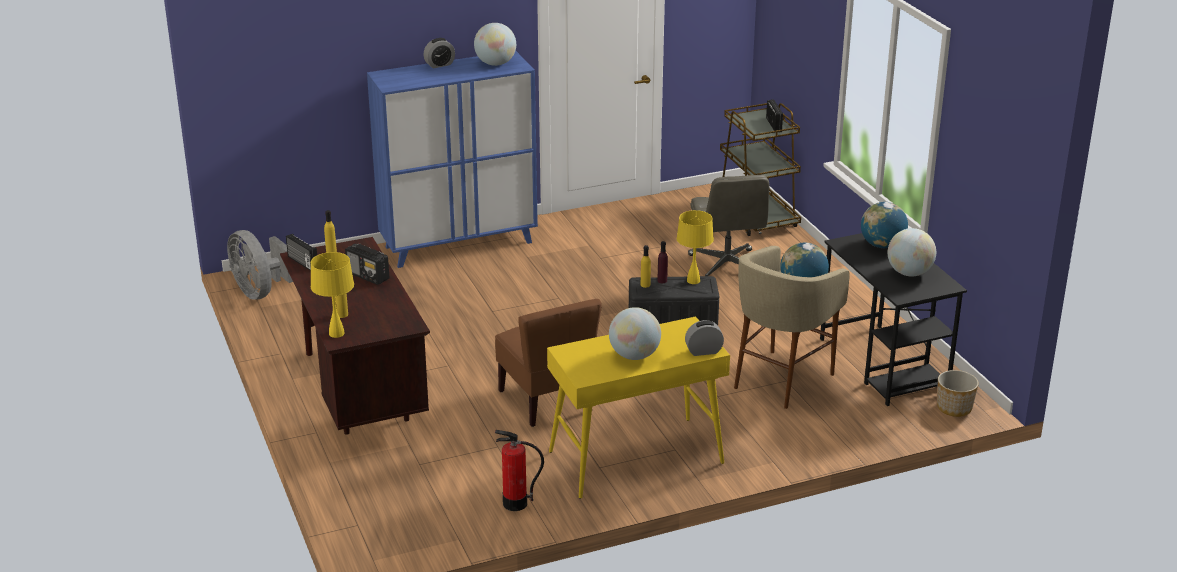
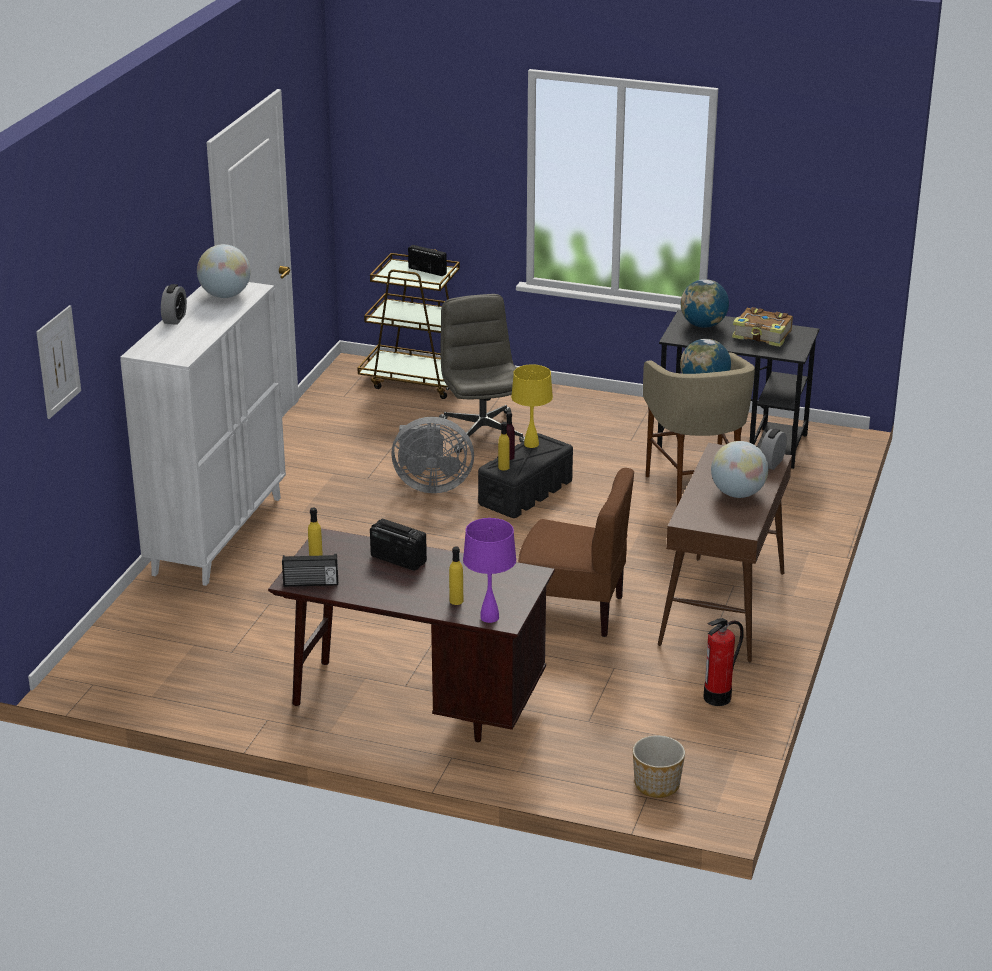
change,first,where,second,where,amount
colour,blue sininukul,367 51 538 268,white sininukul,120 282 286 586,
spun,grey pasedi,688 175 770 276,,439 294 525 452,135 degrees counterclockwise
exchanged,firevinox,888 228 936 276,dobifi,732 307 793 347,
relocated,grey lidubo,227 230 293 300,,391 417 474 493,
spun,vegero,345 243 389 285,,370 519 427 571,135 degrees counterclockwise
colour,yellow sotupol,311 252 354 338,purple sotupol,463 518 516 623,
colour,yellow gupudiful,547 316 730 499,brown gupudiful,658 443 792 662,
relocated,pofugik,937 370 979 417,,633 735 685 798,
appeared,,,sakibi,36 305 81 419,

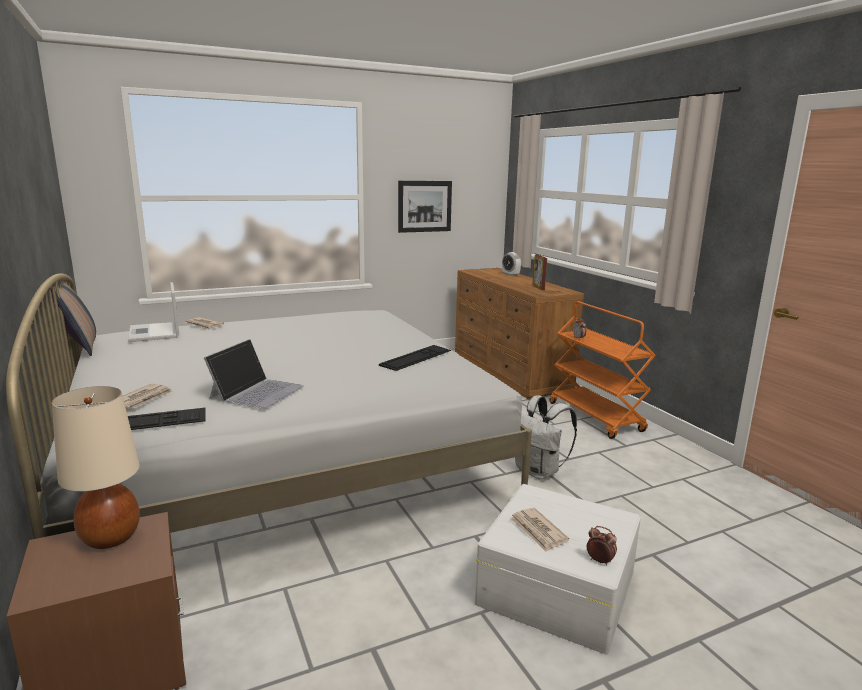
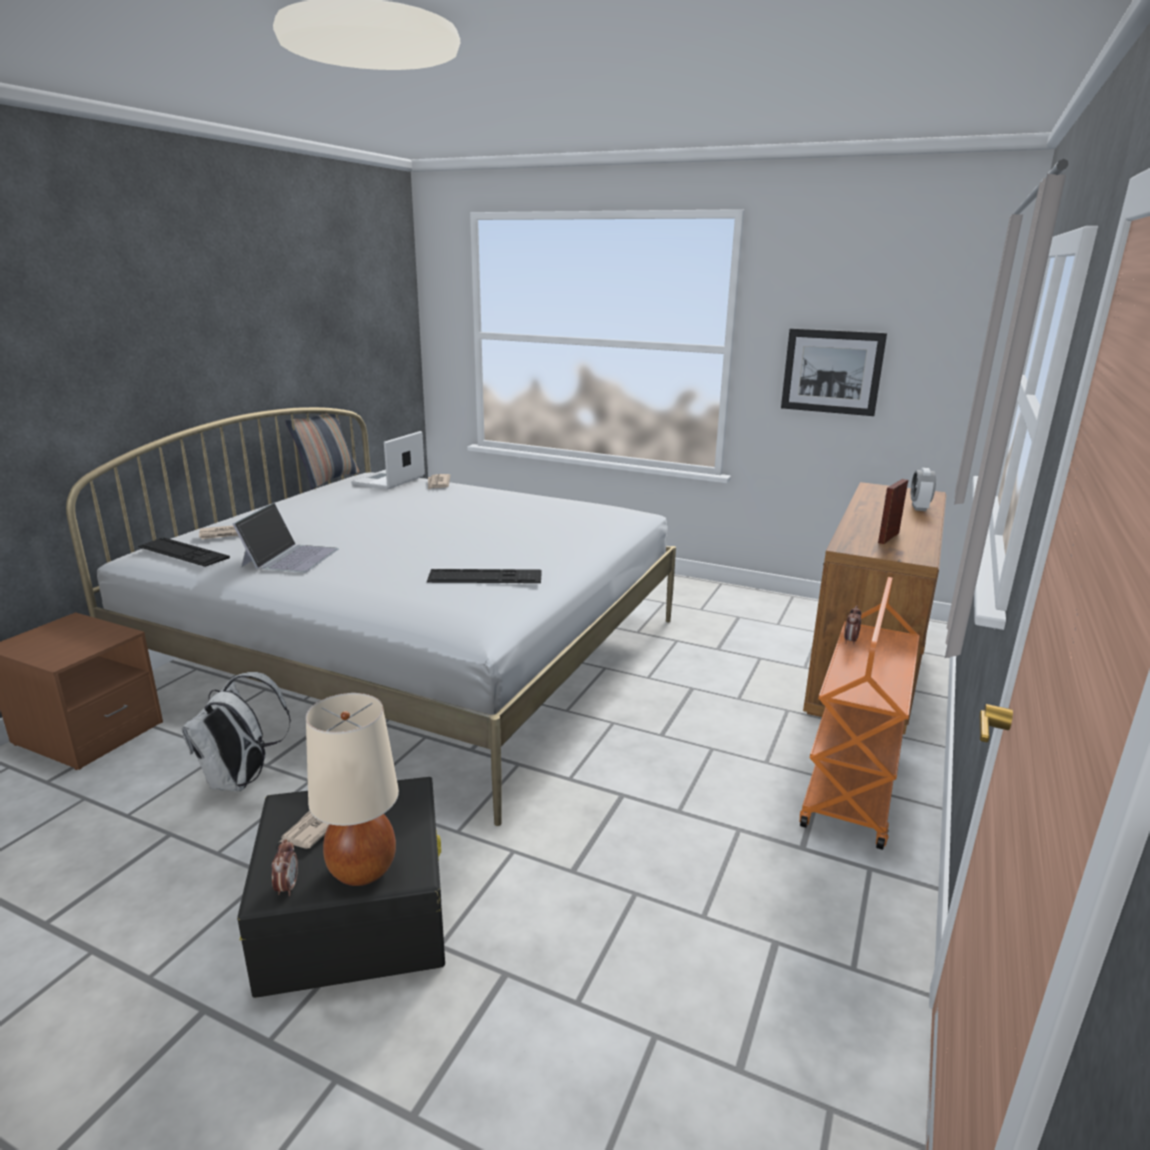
change,first,where,second,where,amount
spun,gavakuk,204 339 304 409,,233 503 339 573,60 degrees counterclockwise
relocated,beige sotupol,52 386 140 549,,306 693 399 886,
relocated,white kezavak,515 395 577 480,,181 672 291 792,
colour,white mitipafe,475 484 641 654,black mitipafe,237 777 445 998,

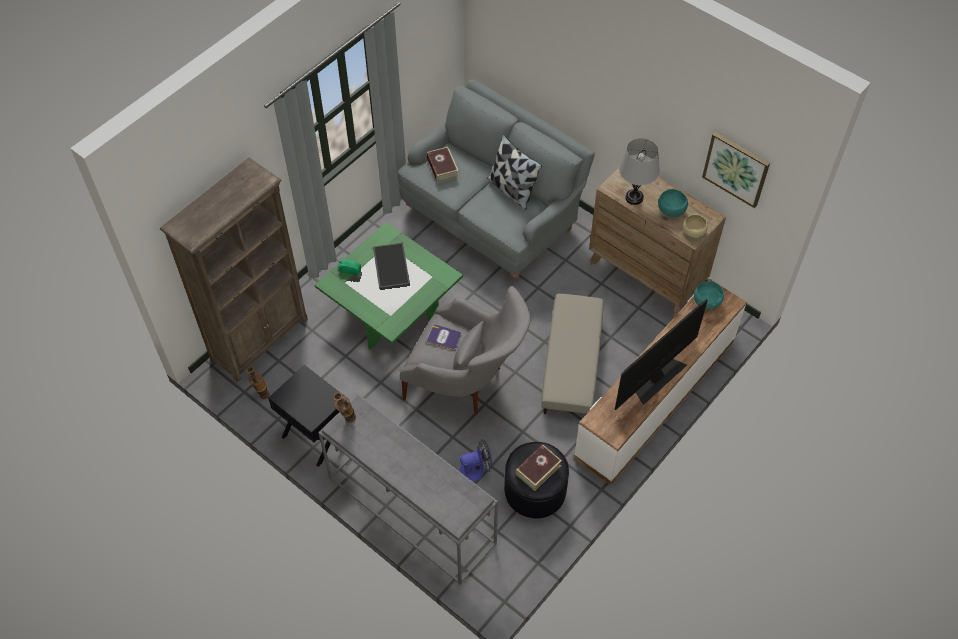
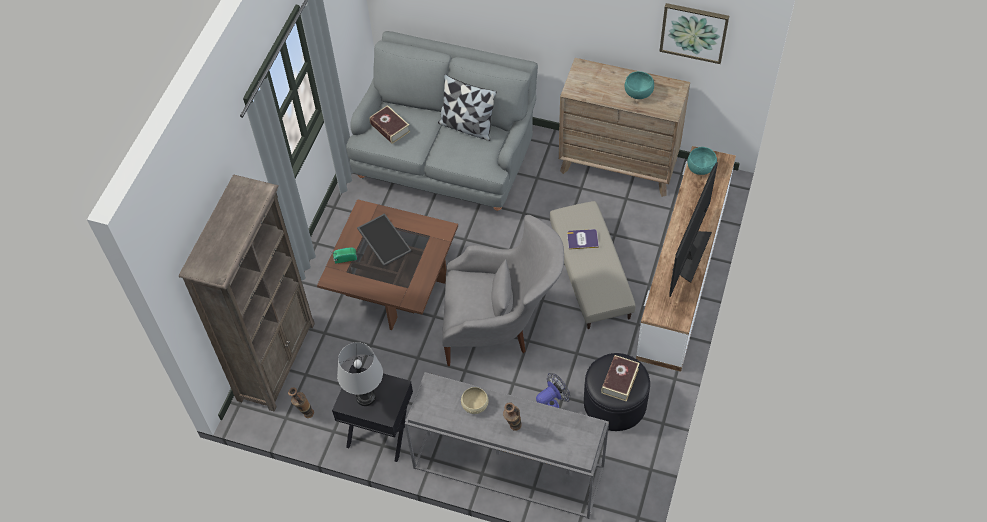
change,first,where,second,where,amount
relocated,grey sotupol,619 138 660 205,,337 342 383 406,
relocated,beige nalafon,683 215 708 237,,461 387 489 414,
colour,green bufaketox,315 222 463 350,brown bufaketox,317 199 458 330,
relocated,dobifi,426 325 461 351,,567 229 599 250,
relocated,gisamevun,333 392 356 423,,503 402 522 431,

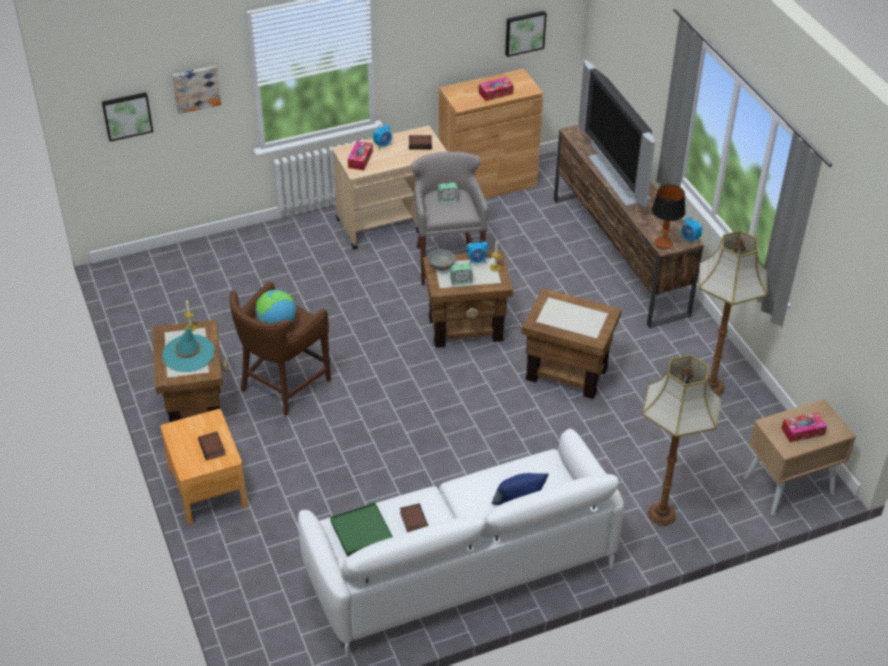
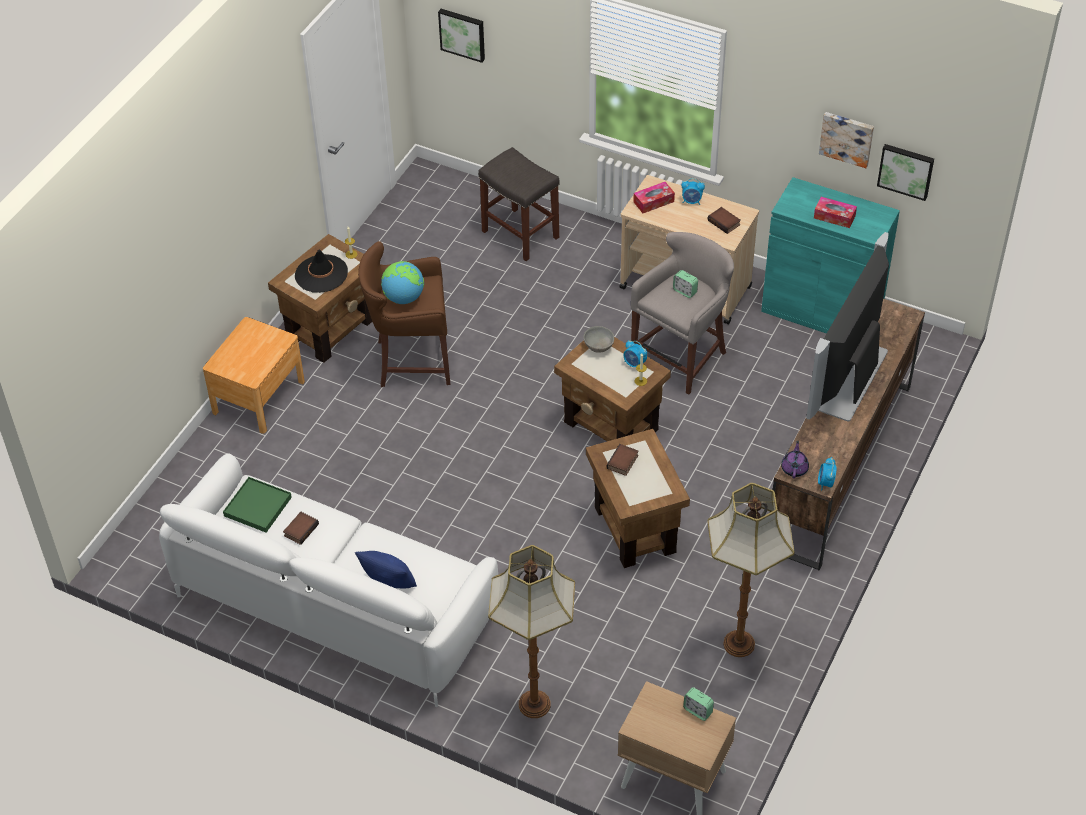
change,first,where,second,where,amount
relocated,sakibi,172 65 221 114,,819 112 874 168,
colour,brown sininukul,439 69 543 199,turquoise sininukul,761 177 900 334,
exchanged,sotupol,652 184 686 249,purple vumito,781 440 809 479,
relocated,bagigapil,450 263 472 285,,683 687 714 721,
colour,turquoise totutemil,162 328 215 372,black totutemil,295 249 348 293,
missing,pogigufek,782 412 827 442,,,
relocated,dobifi,198 432 226 460,,606 444 638 476,
appeared,,,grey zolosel,478 147 560 261,

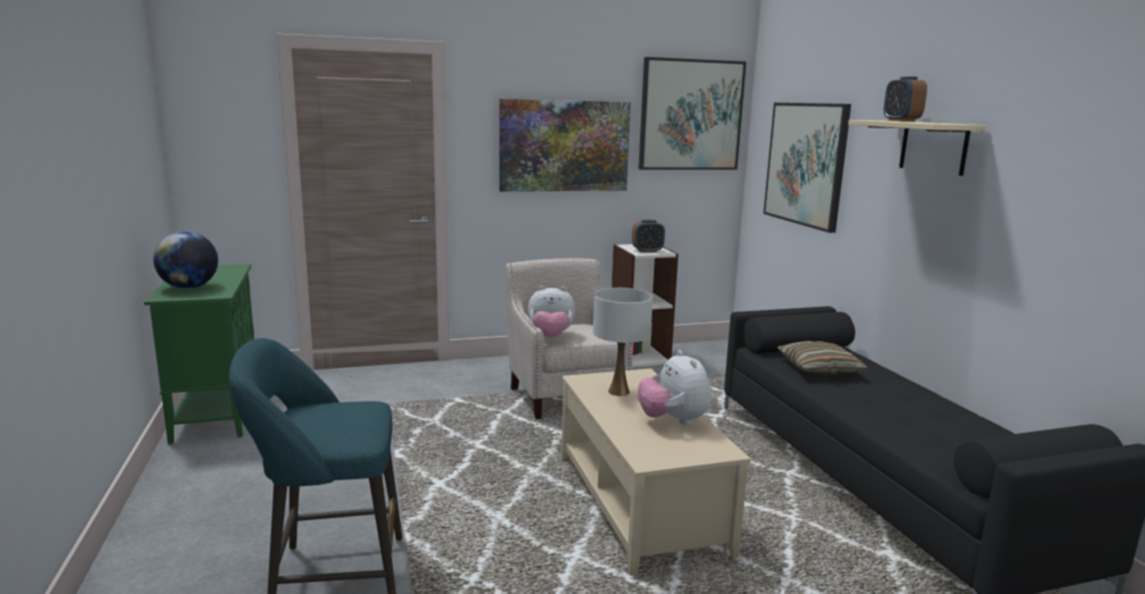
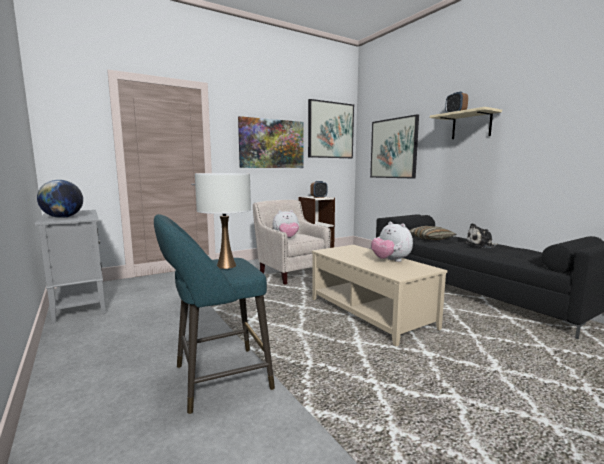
change,first,where,second,where,amount
colour,green sininukul,144 264 254 444,grey sininukul,35 210 106 324,
relocated,white sotupol,593 288 653 396,,195 173 251 269,
appeared,,,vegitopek,464 223 498 248,

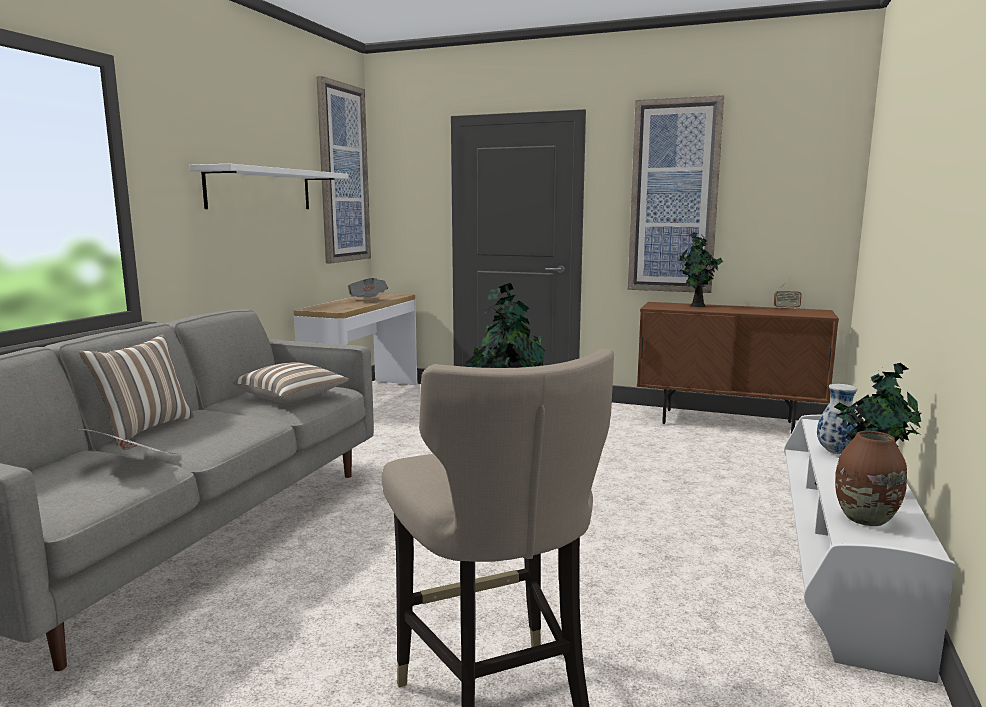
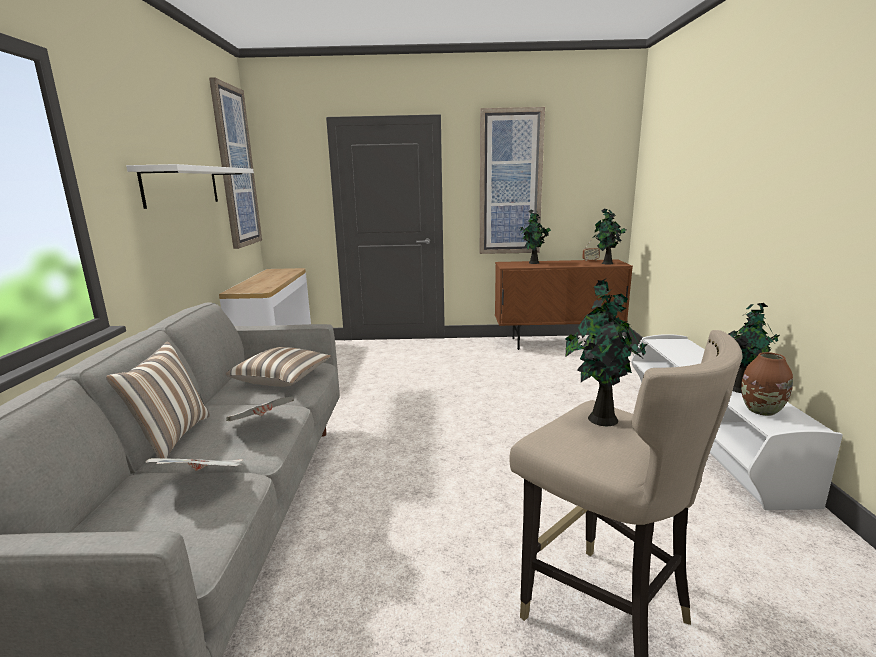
change,first,where,second,where,amount
relocated,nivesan,348 278 388 298,,226 397 294 422,
missing,gisamevun,817 384 858 454,,,
appeared,,,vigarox,593 209 626 265,

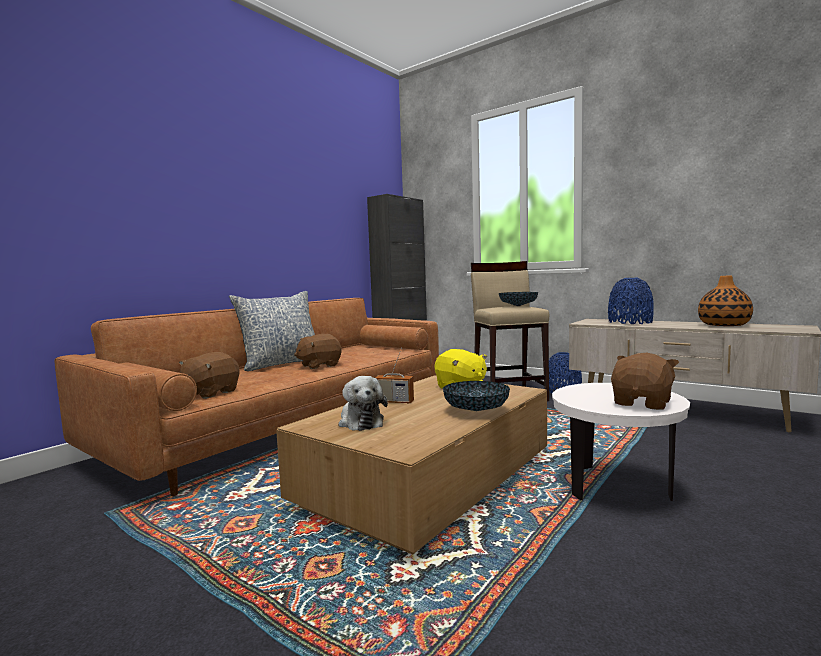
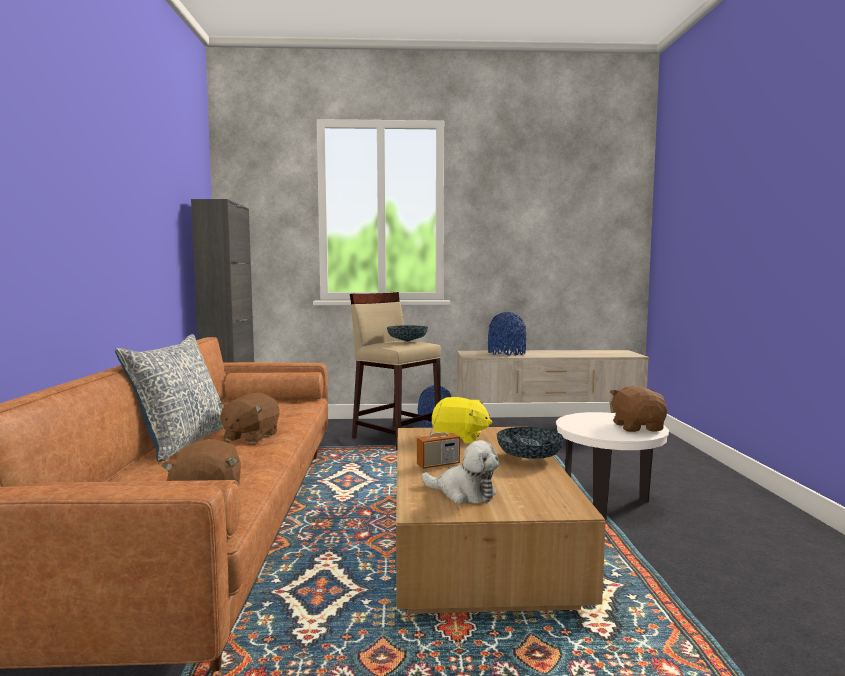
change,first,where,second,where,amount
missing,gisamevun,698 276 753 326,,,

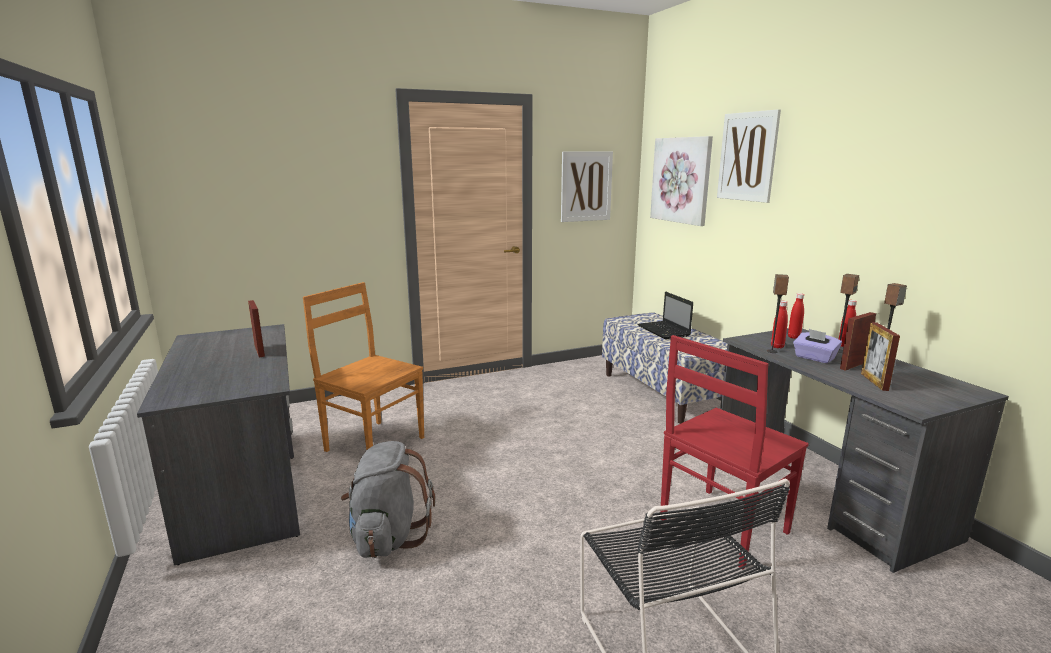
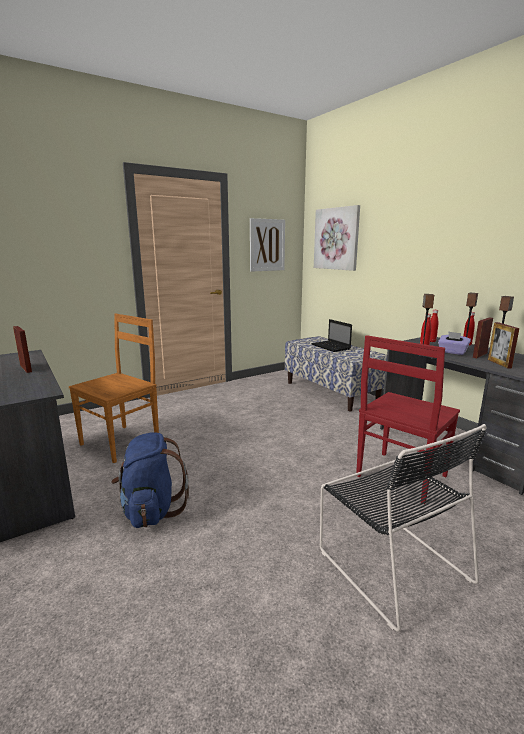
change,first,where,second,where,amount
missing,sakibi,717 109 781 203,,,
spun,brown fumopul,303 282 424 452,,69 314 159 463,105 degrees clockwise
colour,grey kezavak,341 441 435 558,blue kezavak,111 432 189 528,

